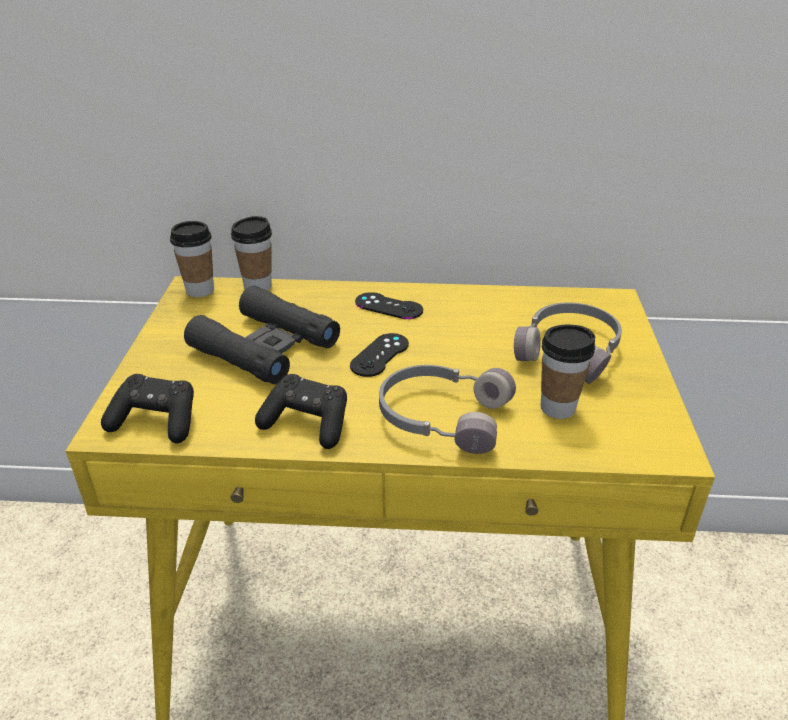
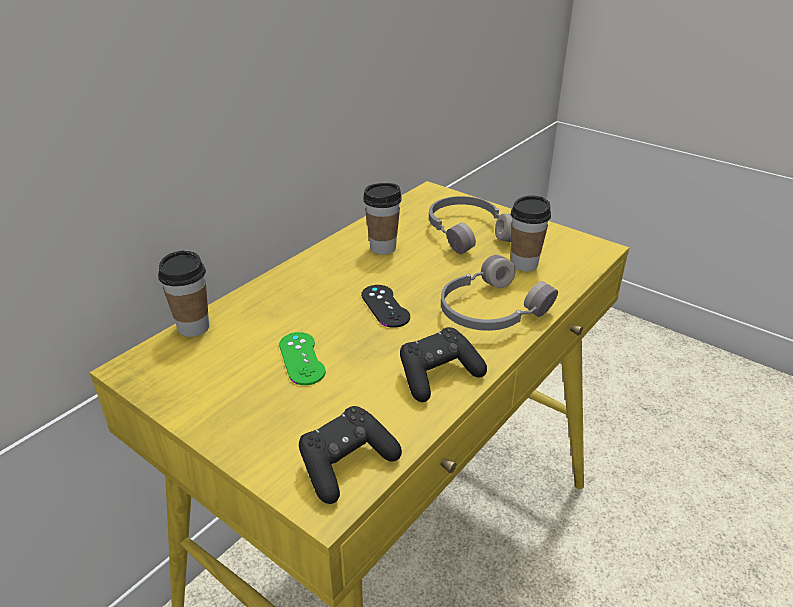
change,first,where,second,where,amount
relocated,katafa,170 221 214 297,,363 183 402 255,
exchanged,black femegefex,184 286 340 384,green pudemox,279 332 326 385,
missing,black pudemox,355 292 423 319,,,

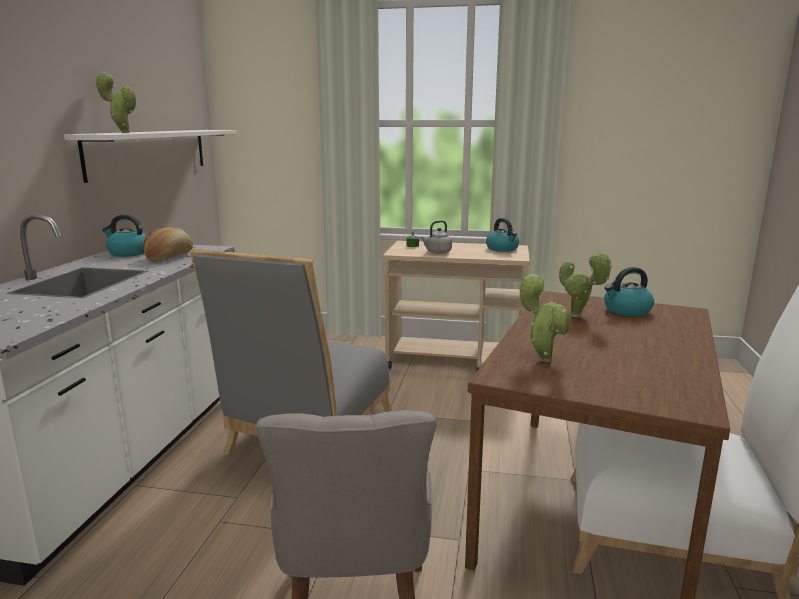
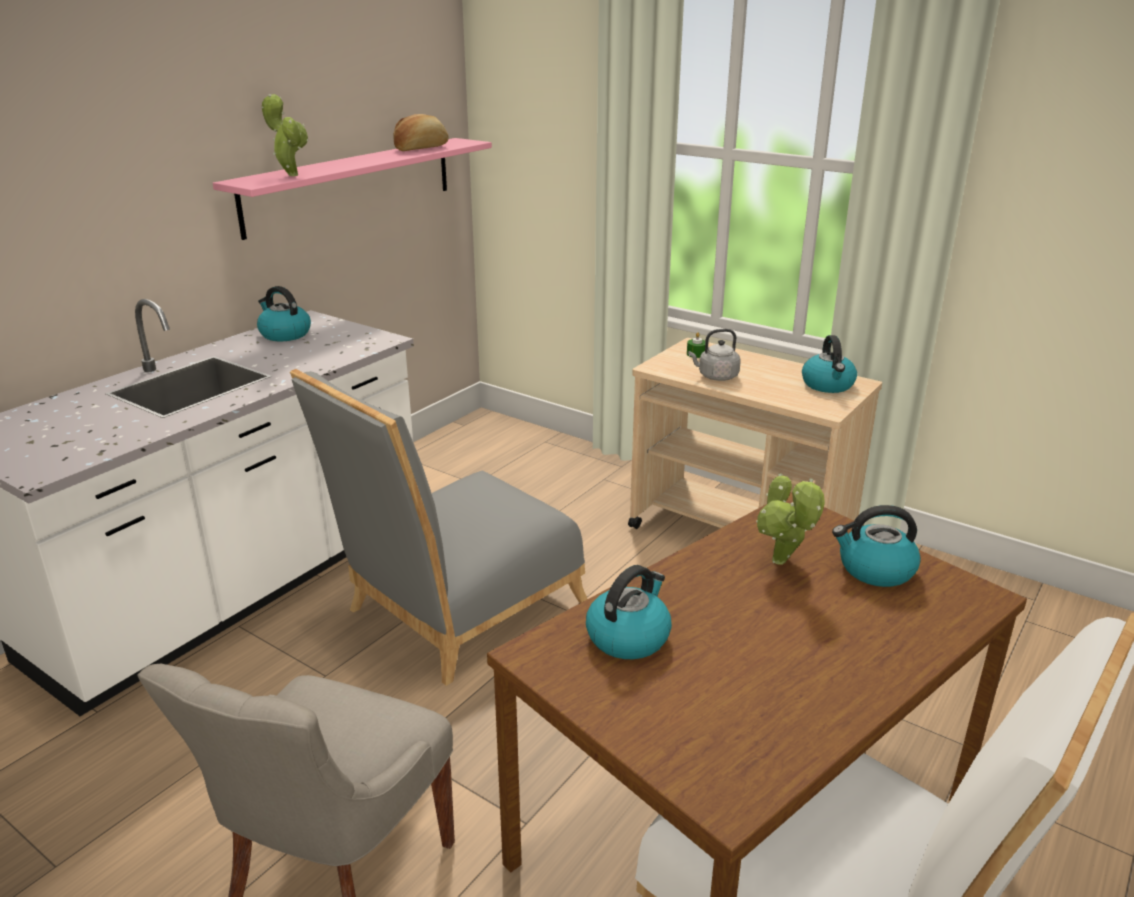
change,first,where,second,where,amount
colour,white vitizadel,64 130 237 183,pink vitizadel,213 138 492 240,
relocated,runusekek,144 227 193 262,,394 114 449 151,
exchanged,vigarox,520 274 570 362,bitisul,586 565 672 659,

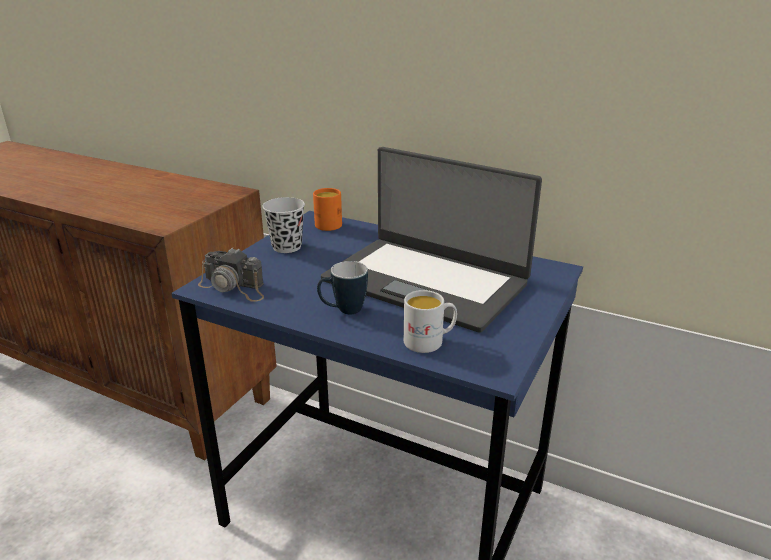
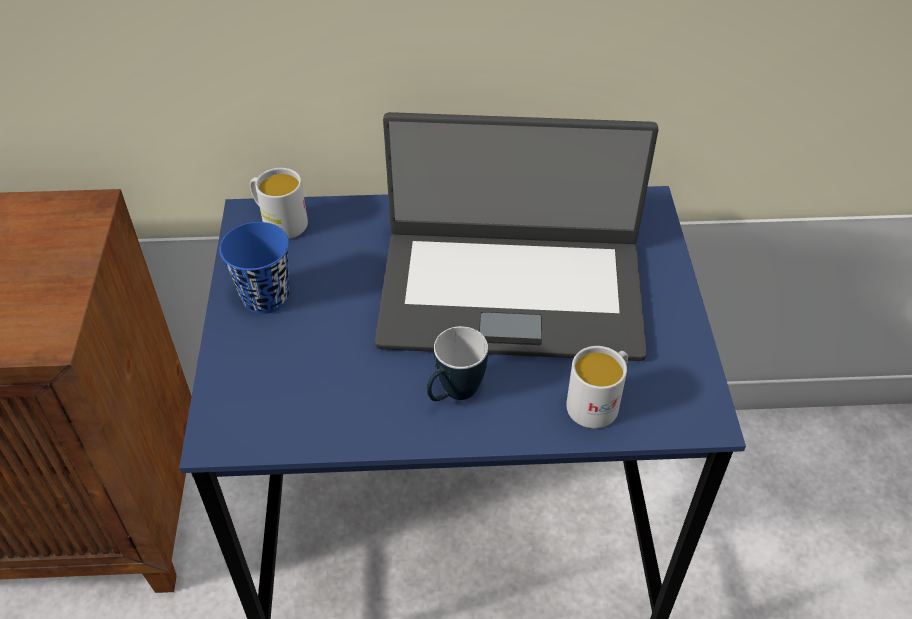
change,first,where,second,where,amount
colour,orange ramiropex,313 188 342 231,white ramiropex,250 168 308 239,
colour,black katafa,262 197 305 253,blue katafa,219 222 289 314,
missing,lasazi,198 248 264 301,,,

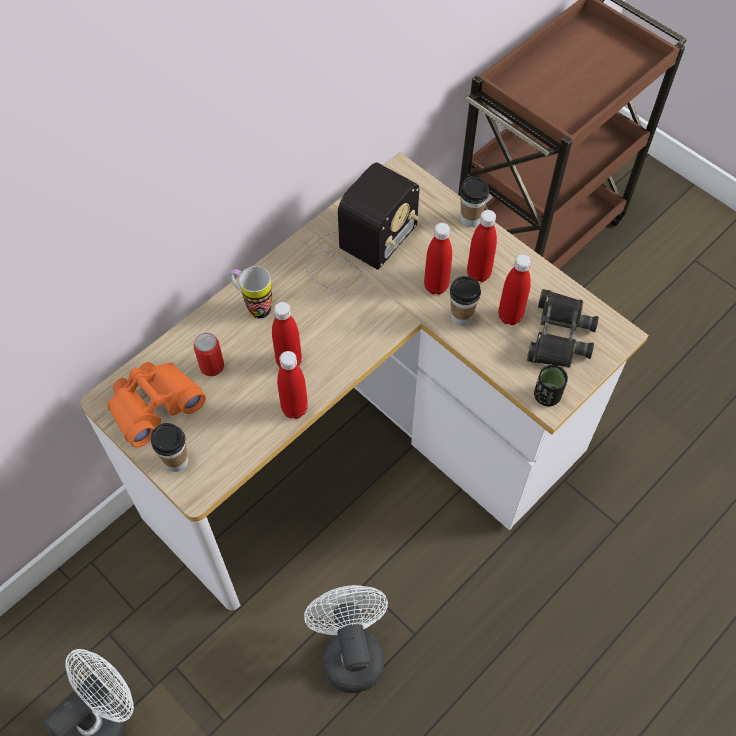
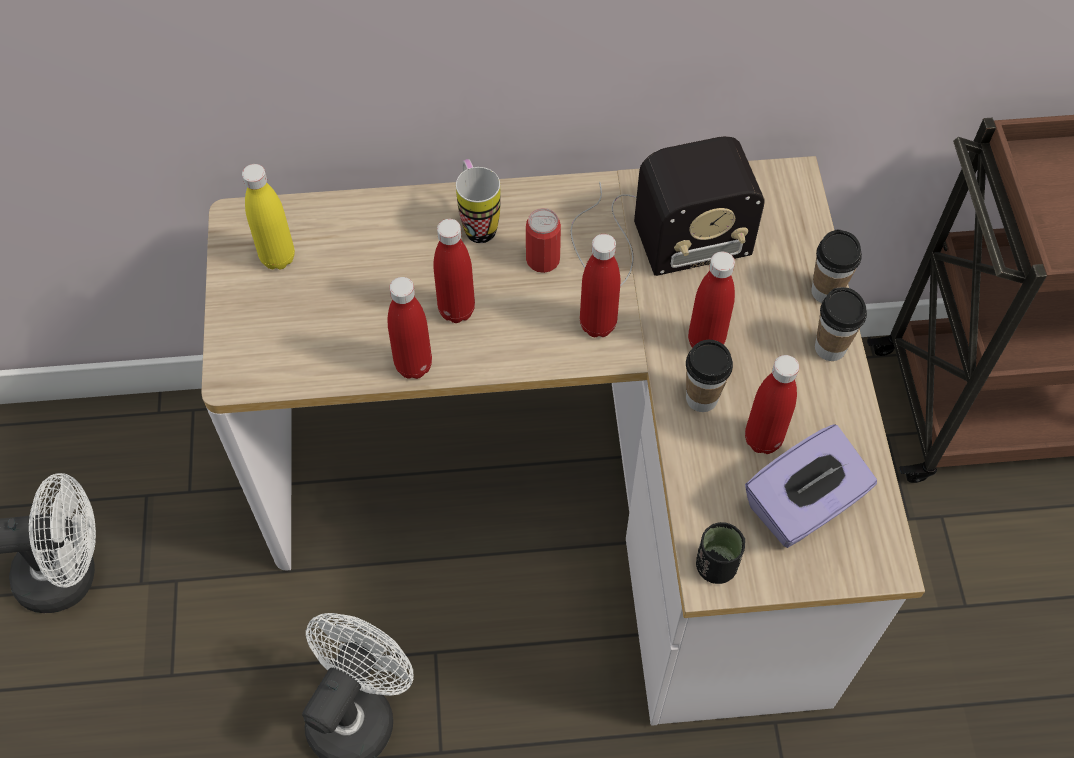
change,first,where,second,where,amount
relocated,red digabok,467 210 497 282,,580 234 620 337,
exchanged,black femegefex,527 289 599 368,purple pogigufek,745 424 877 548,
relocated,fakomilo,194 332 224 376,,526 208 561 273,
exchanged,orange femegefex,107 362 206 448,yellow digabok,242 164 295 269,
relocated,katafa,151 423 188 472,,815 287 867 361,

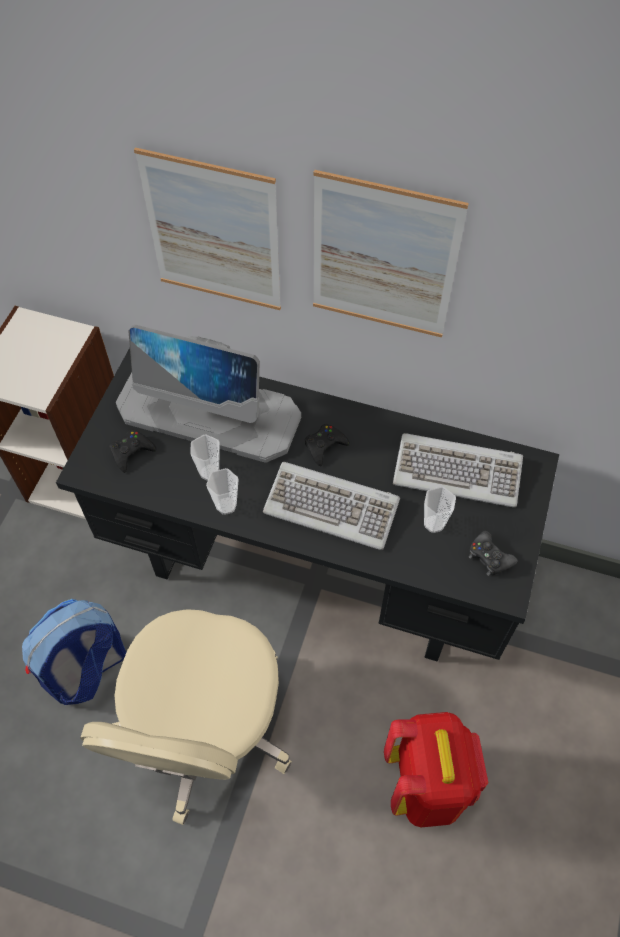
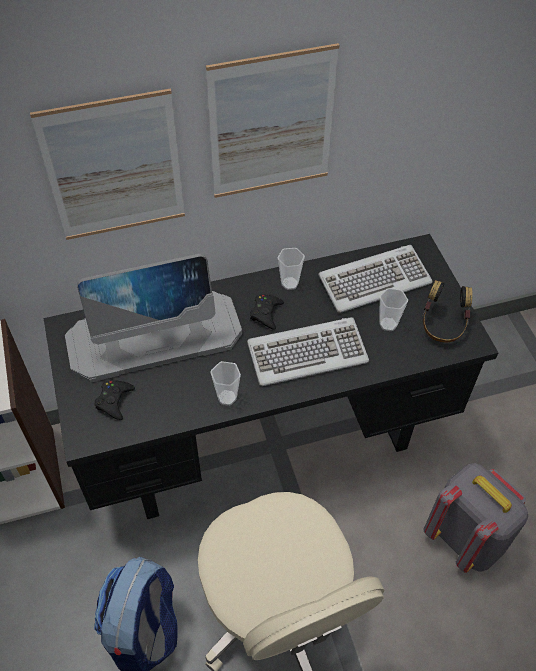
change,first,where,second,where,amount
relocated,katafa,191 435 220 481,,278 248 305 290,
exchanged,black pudemox,469 531 518 576,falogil,422 280 473 342,
colour,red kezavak,384 712 488 827,grey kezavak,423 463 528 573,

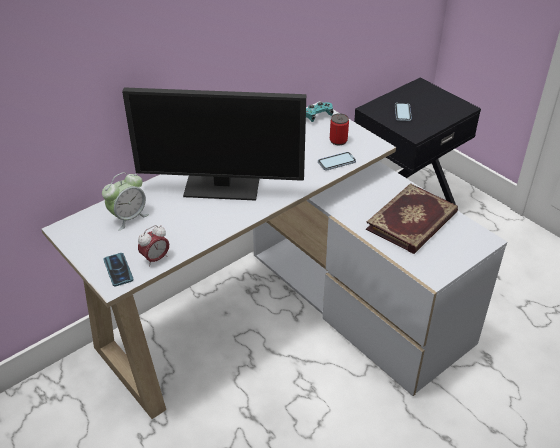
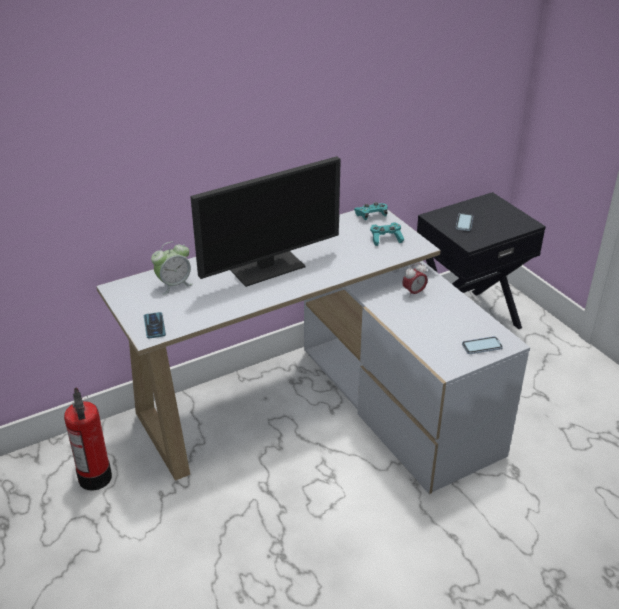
change,first,where,second,where,amount
spun,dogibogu,122 87 306 201,,190 156 341 287,45 degrees counterclockwise
exchanged,fakomilo,330 113 349 145,turquoise pudemox,370 222 404 246,
relocated,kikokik,318 152 356 171,,462 336 503 354,
missing,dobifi,366 183 458 254,,,
relocated,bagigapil,138 225 169 267,,402 263 428 298,
appeared,,,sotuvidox,64 388 112 491,

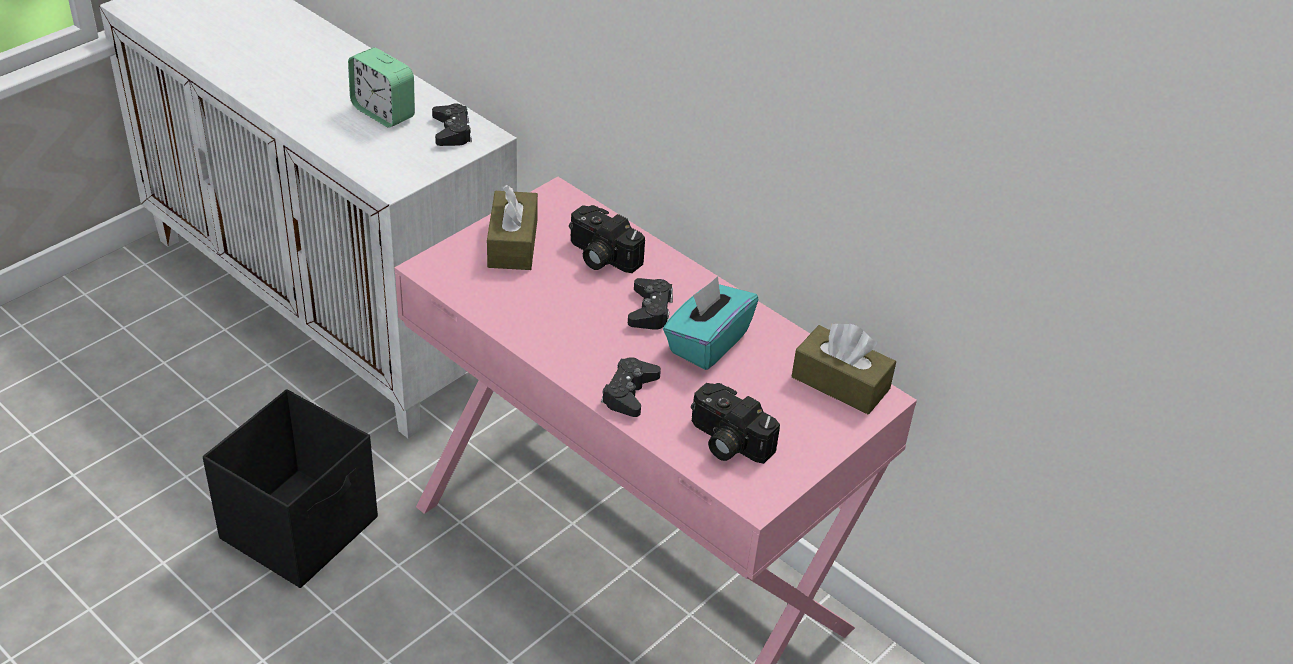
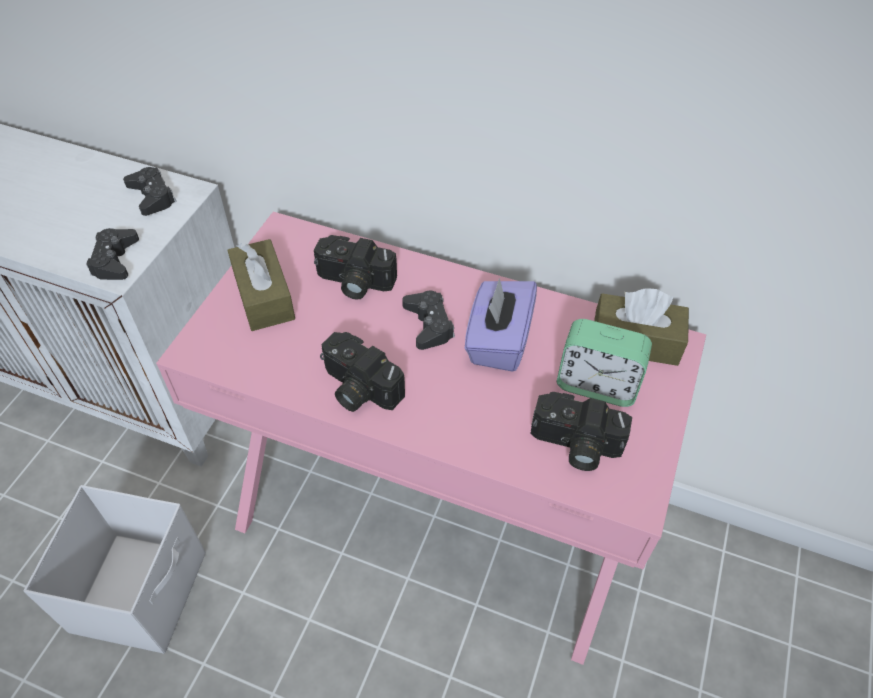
change,first,where,second,where,amount
relocated,bagigapil,348 48 415 128,,557 319 652 407,
colour,turquoise pogigufek,663 276 759 370,purple pogigufek,465 278 537 372,
relocated,black pudemox,601 357 661 417,,86 228 139 280,
colour,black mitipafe,203 389 378 588,white mitipafe,23 485 206 654,
appeared,,,lasazi,320 332 405 412,

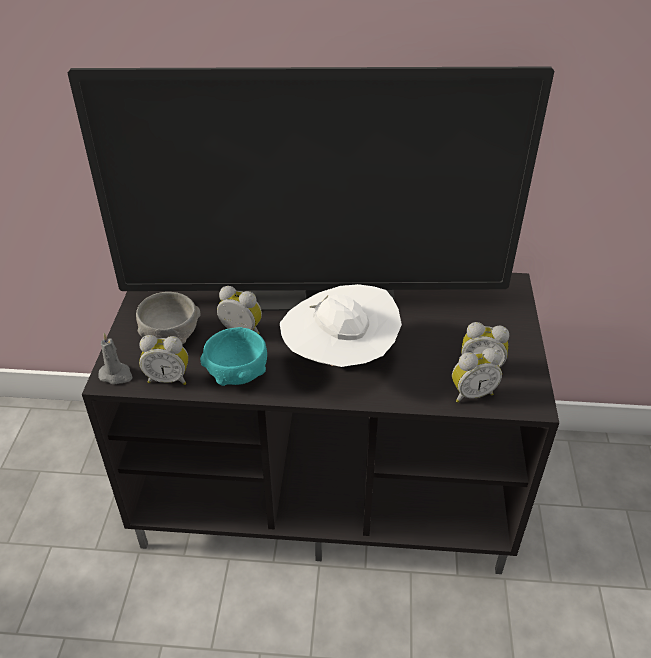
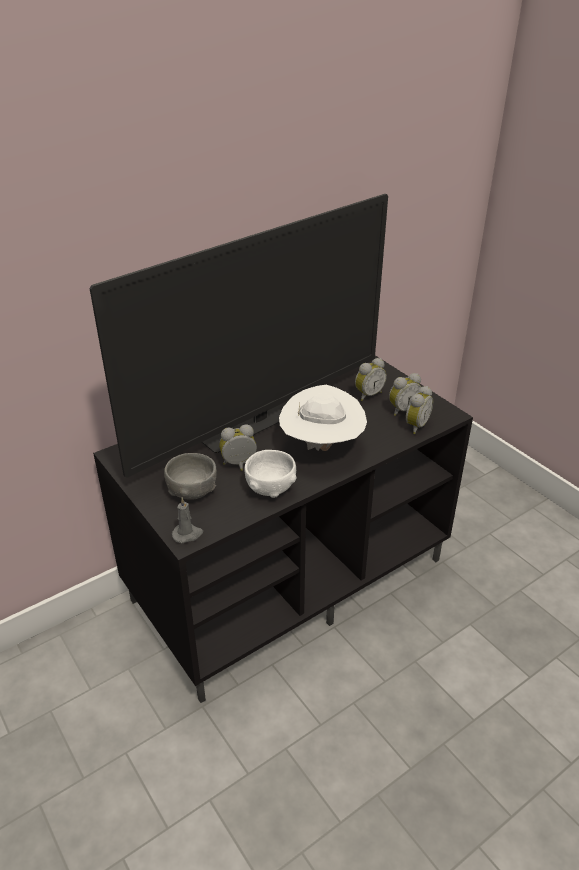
change,first,where,second,where,amount
colour,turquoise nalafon,200 327 267 386,white nalafon,245 450 297 498,
relocated,bagigapil,139 335 188 385,,355 358 387 401,

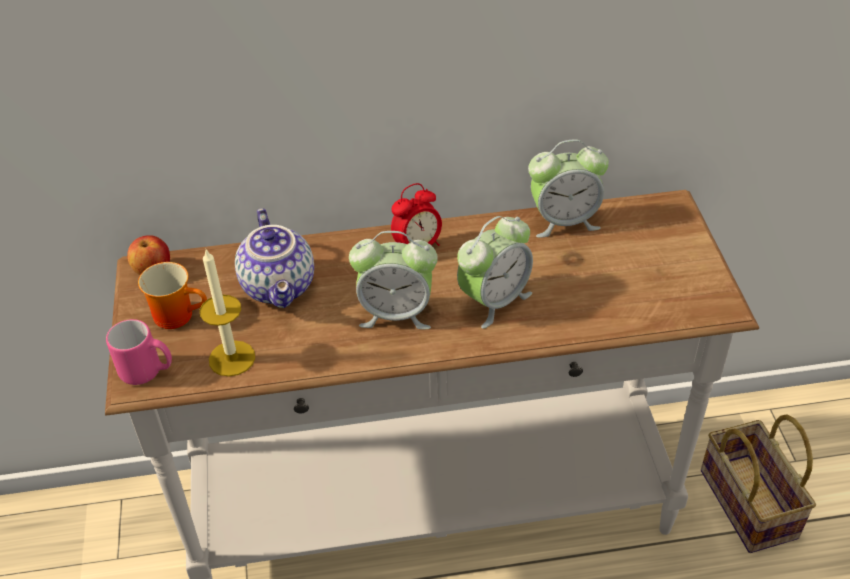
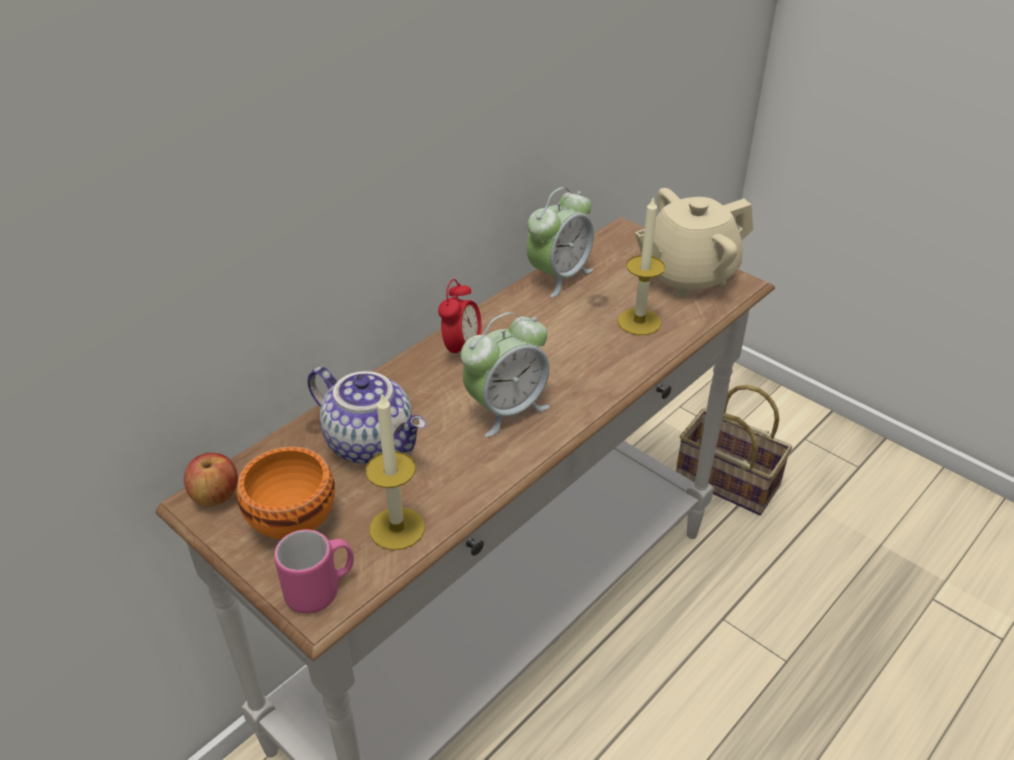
change,first,where,second,where,amount
missing,bagigapil,457 216 533 329,,,
exchanged,ramiropex,138 262 207 329,orange nalafon,237 446 335 539,
appeared,,,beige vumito,635 188 753 297,
appeared,,,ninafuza,617 196 665 335,

